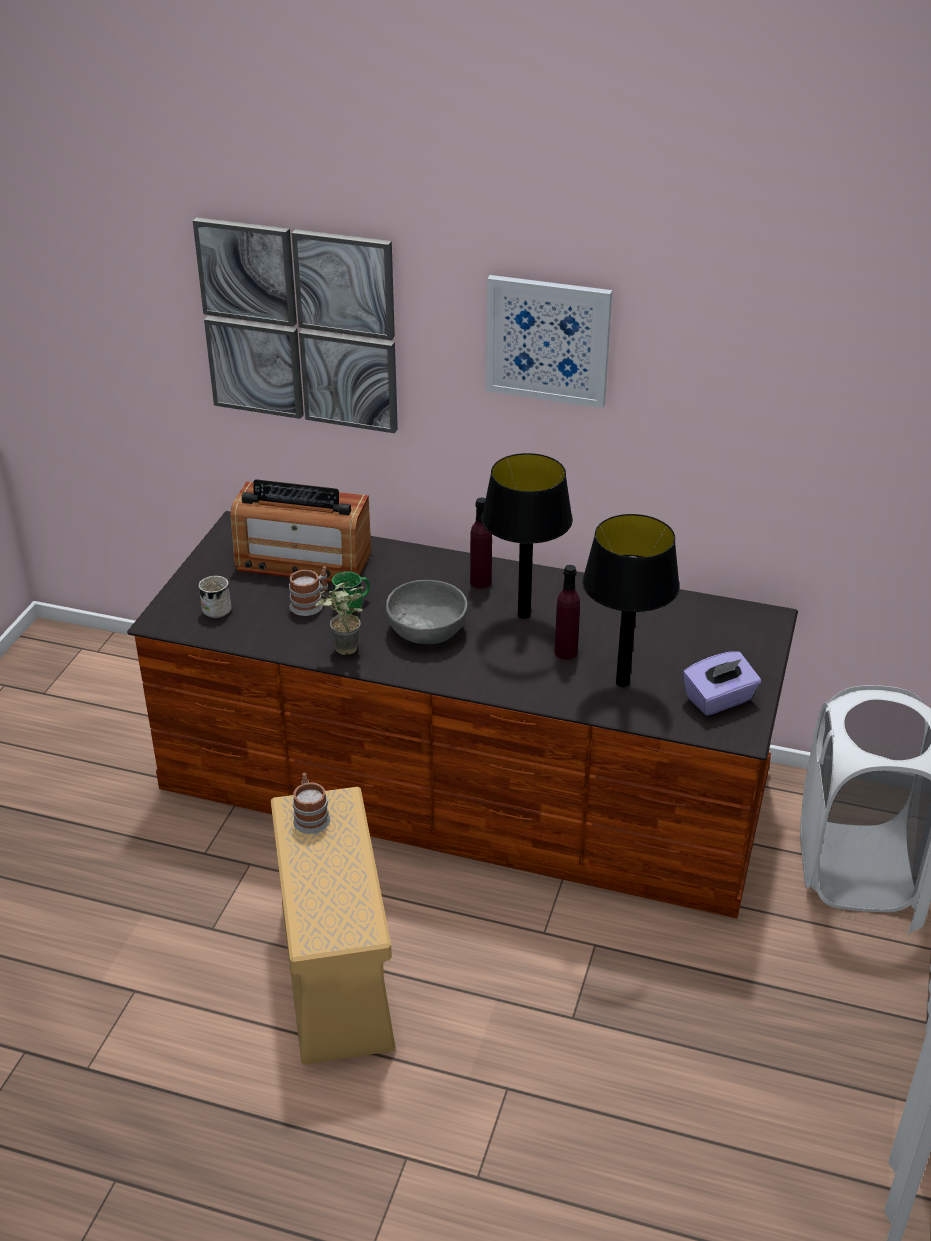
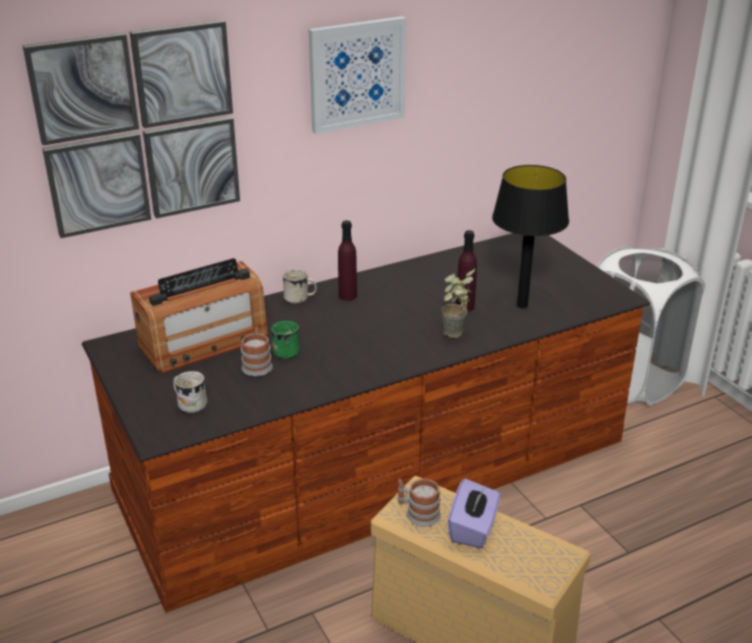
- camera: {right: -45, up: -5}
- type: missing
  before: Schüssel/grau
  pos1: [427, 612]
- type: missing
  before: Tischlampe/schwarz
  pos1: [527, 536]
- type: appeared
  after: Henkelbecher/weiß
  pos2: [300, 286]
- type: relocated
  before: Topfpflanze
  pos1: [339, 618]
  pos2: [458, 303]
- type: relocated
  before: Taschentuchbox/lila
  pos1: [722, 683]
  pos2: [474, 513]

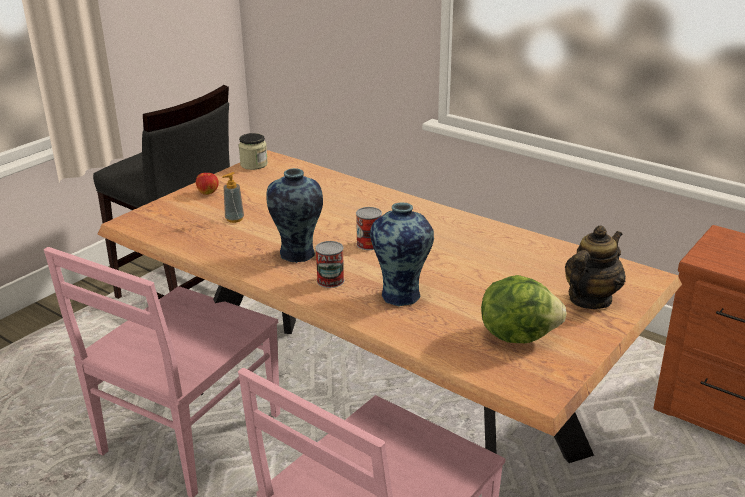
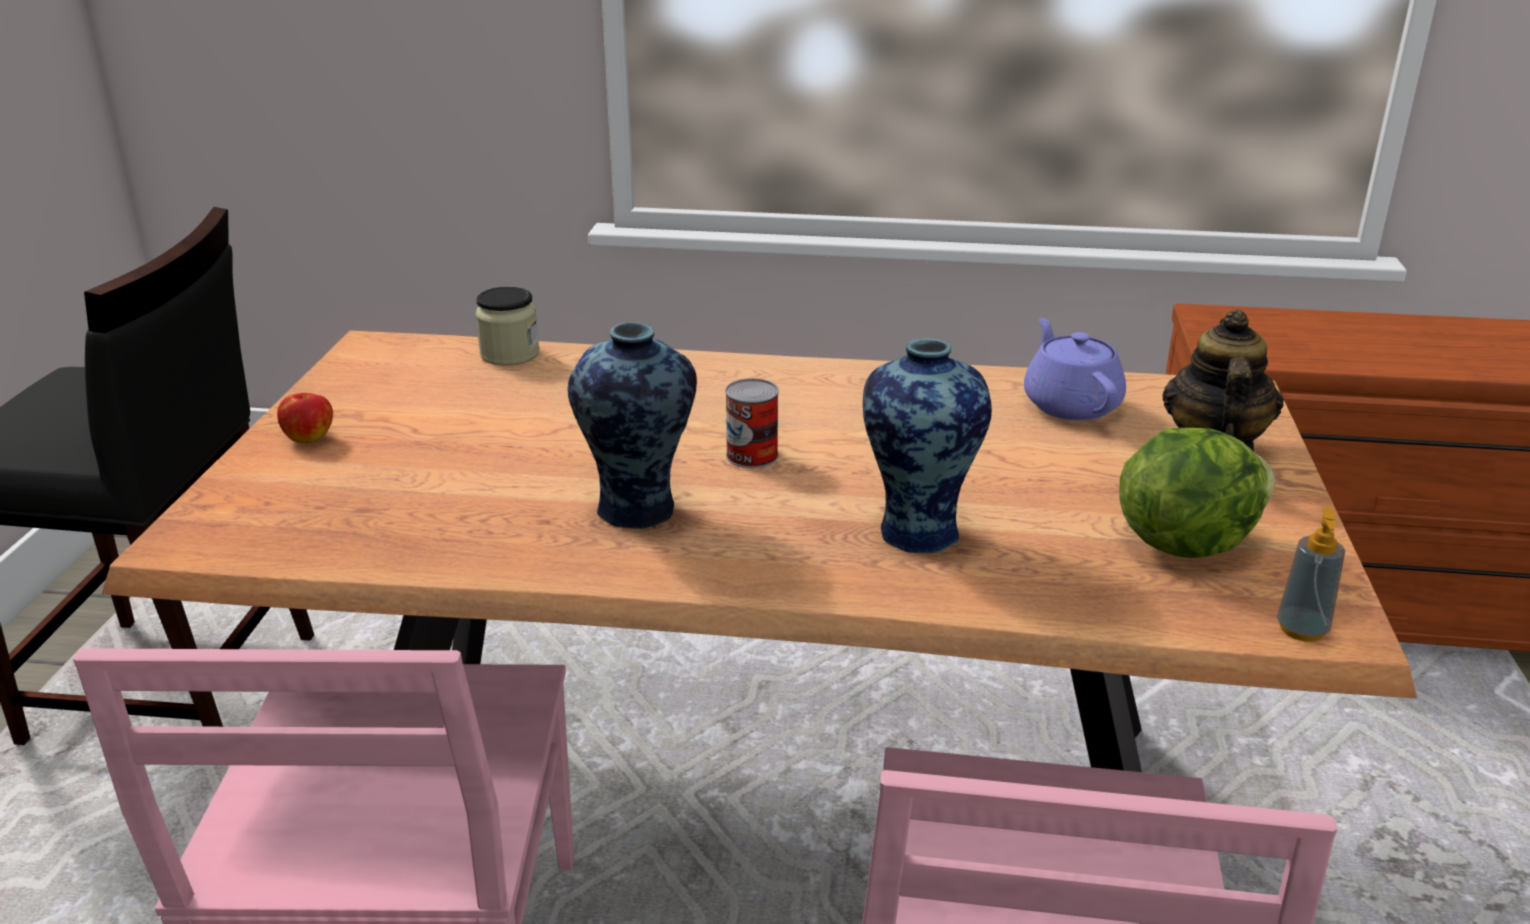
- camera: {right: -30, up: 0}
- type: missing
  before: Dose
  pos1: [329, 264]
- type: appeared
  after: Teekanne/lila
  pos2: [1075, 369]
- type: relocated
  before: Seifenspender
  pos1: [233, 197]
  pos2: [1311, 574]
- type: relocated
  before: Vorratsglas
  pos1: [253, 151]
  pos2: [507, 326]

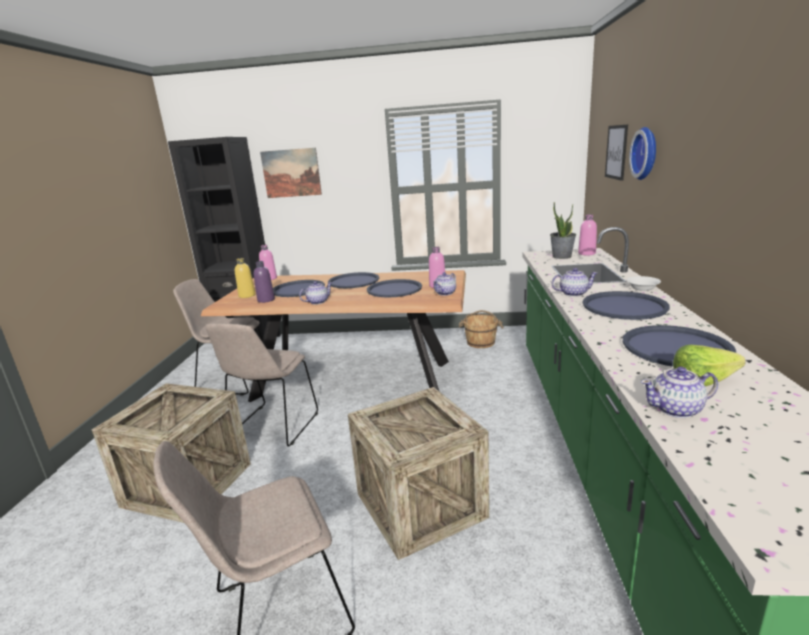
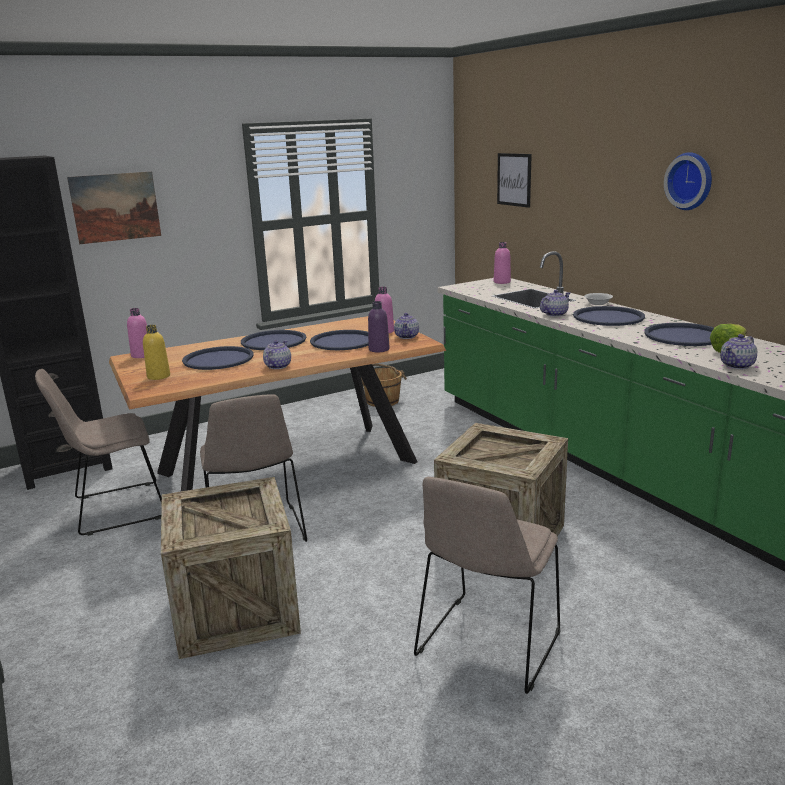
- camera: {right: -35, up: 0}
- type: missing
  before: Topfpflanze
  pos1: [563, 230]
- type: relocated
  before: Flasche/lila
  pos1: [264, 282]
  pos2: [379, 326]
- type: relocated
  before: Wanduhr
  pos1: [642, 153]
  pos2: [688, 181]

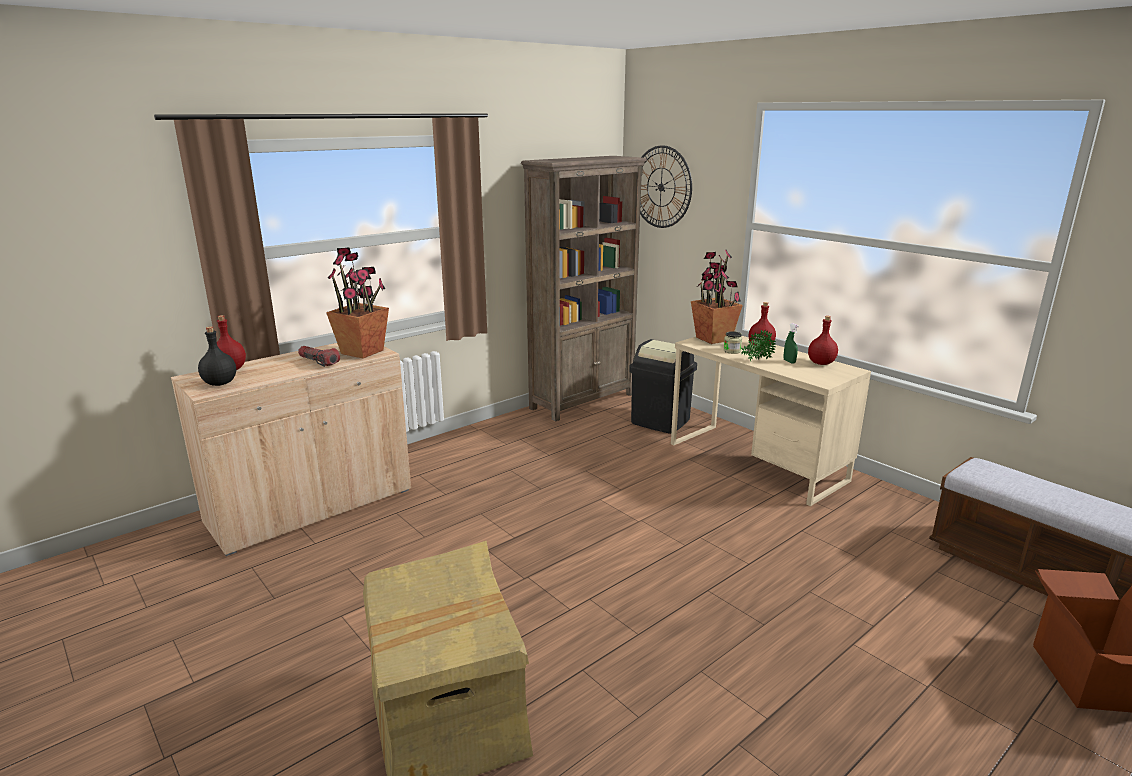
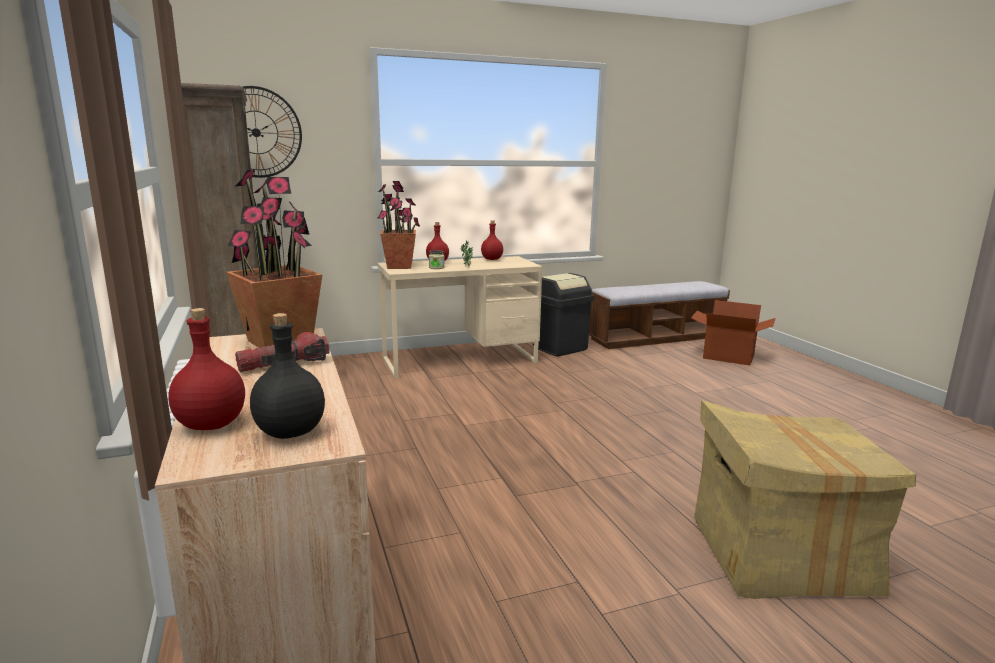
- camera: {right: -70, up: -5}
- type: missing
  before: Sprühflasche/grün
  pos1: [791, 343]
- type: relocated
  before: Mülleimer/schwarz
  pos1: [663, 386]
  pos2: [563, 314]

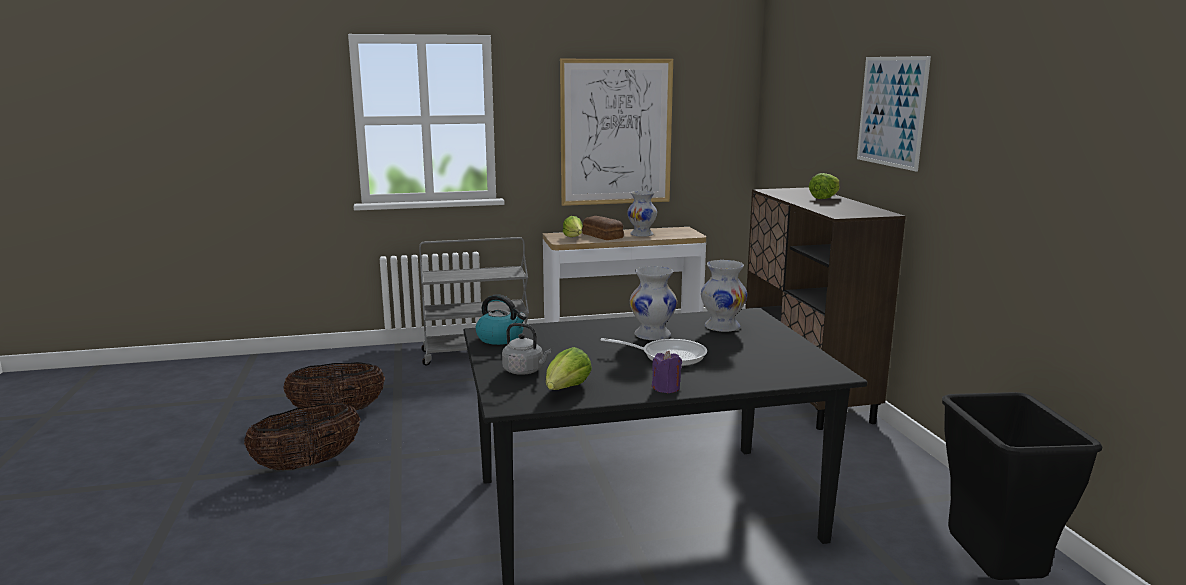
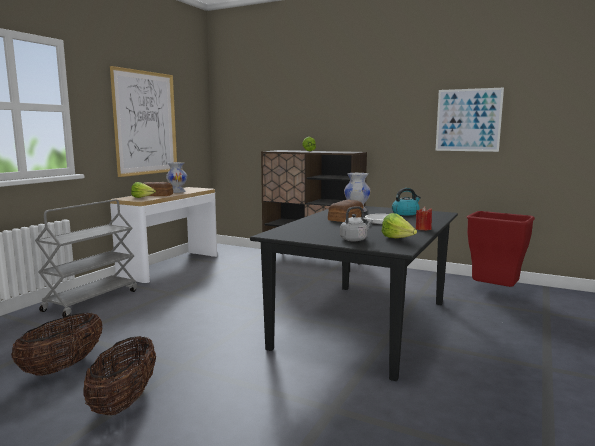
- camera: {right: -50, up: -5}
- type: relocated
  before: Wasserkessel
  pos1: [501, 319]
  pos2: [406, 201]
- type: relocated
  before: Bild
  pos1: [894, 113]
  pos2: [469, 120]
- type: exchanged
  before: Vase/weiß
  after: Brot
  pos1: [653, 303]
  pos2: [346, 210]
- type: colour
  before: Kerze/lila
  after: Kerze/rot
  pos1: [667, 372]
  pos2: [424, 218]
- type: colour
  before: Mülleimer/schwarz
  after: Mülleimer/rot
  pos1: [1022, 486]
  pos2: [501, 249]

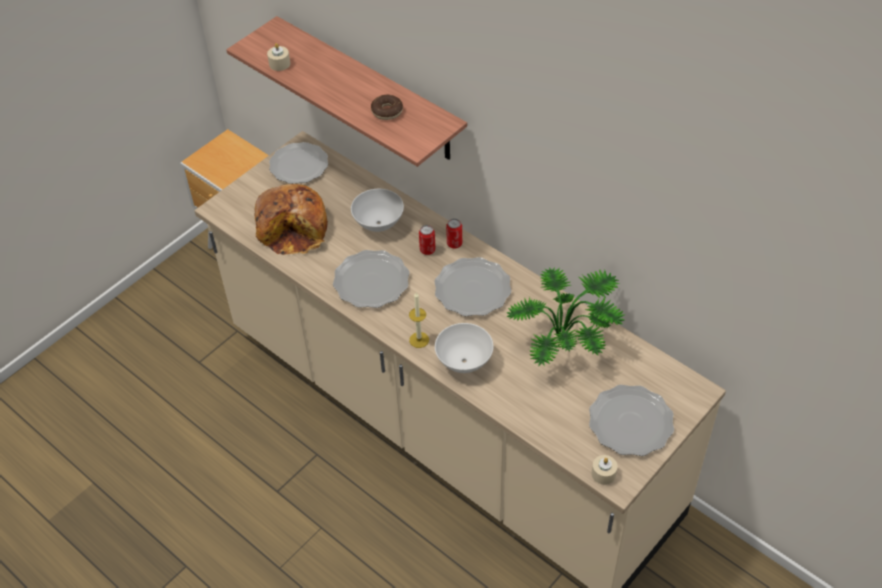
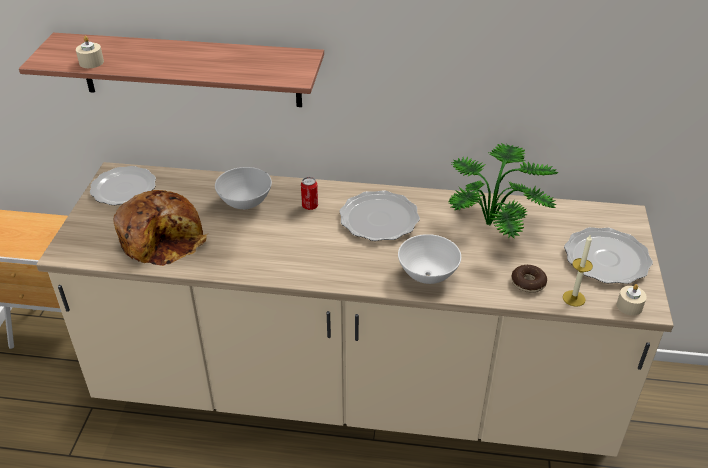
- camera: {right: -35, up: -10}
- type: missing
  before: Teller
  pos1: [371, 279]
- type: missing
  before: Dose
  pos1: [454, 233]
- type: relocated
  before: Donut
  pos1: [387, 107]
  pos2: [529, 279]
- type: relocated
  before: Kerze
  pos1: [419, 320]
  pos2: [578, 270]

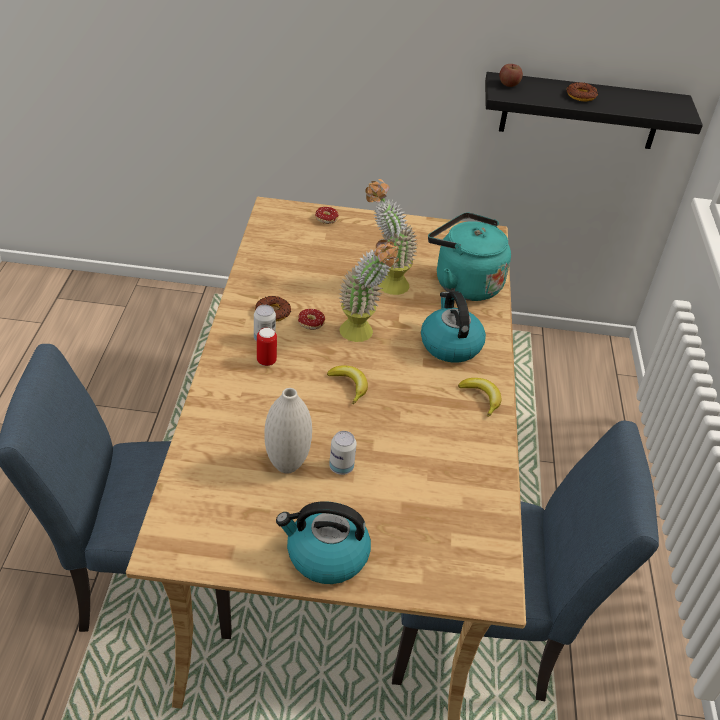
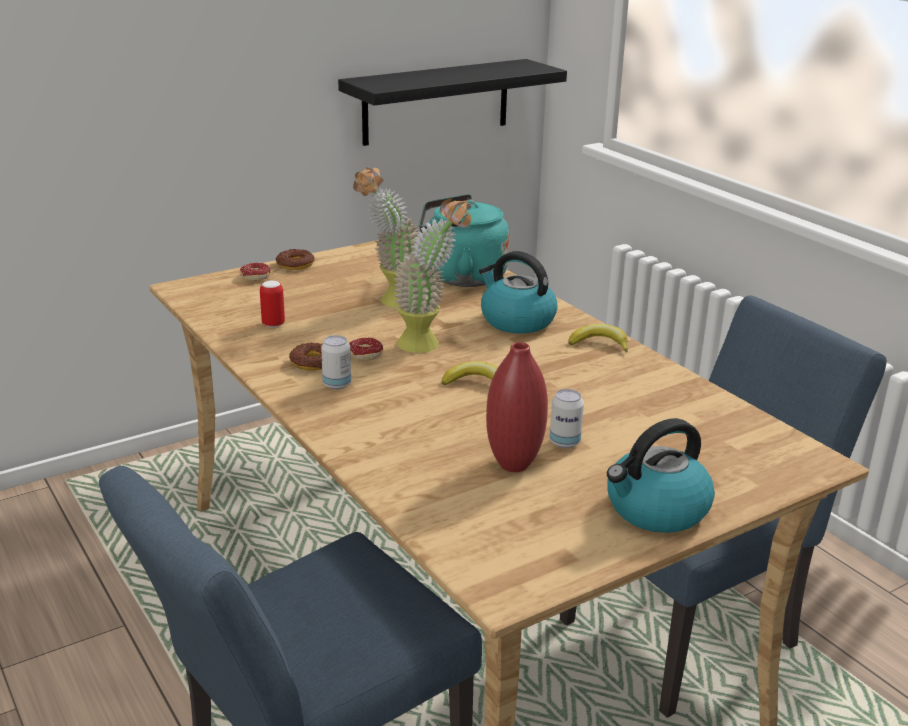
- camera: {right: -35, up: -15}
- type: missing
  before: Apfel
  pos1: [511, 75]
- type: relocated
  before: Dose
  pos1: [267, 347]
  pos2: [272, 304]
- type: relocated
  before: Donut
  pos1: [582, 92]
  pos2: [295, 259]
- type: colour
  before: Vase/weiß
  after: Vase/rot
  pos1: [288, 431]
  pos2: [517, 407]

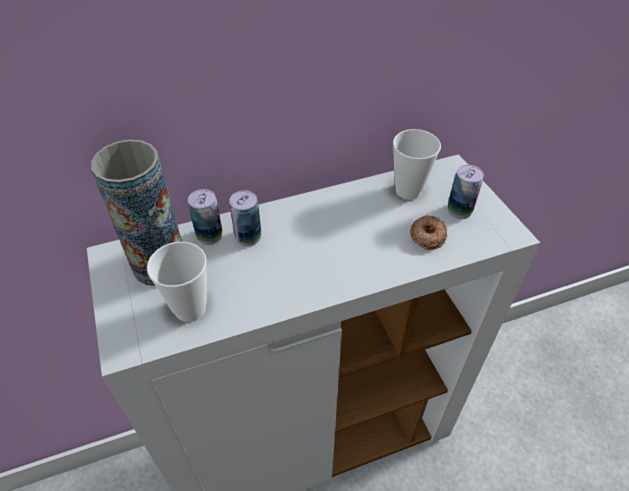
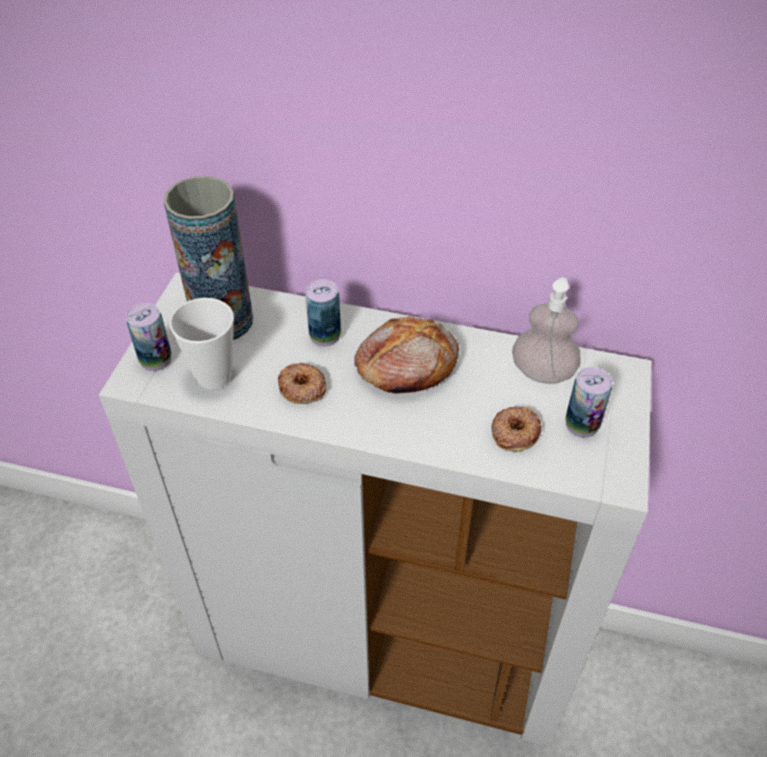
- camera: {right: 35, up: 0}
- type: appeared
  after: Donut
  pos2: [302, 383]
- type: appeared
  after: Brot
  pos2: [406, 354]
- type: relocated
  before: Dose
  pos1: [205, 217]
  pos2: [149, 337]
- type: exchanged
  before: Tasse
  after: Seifenspender
  pos1: [417, 164]
  pos2: [546, 330]

